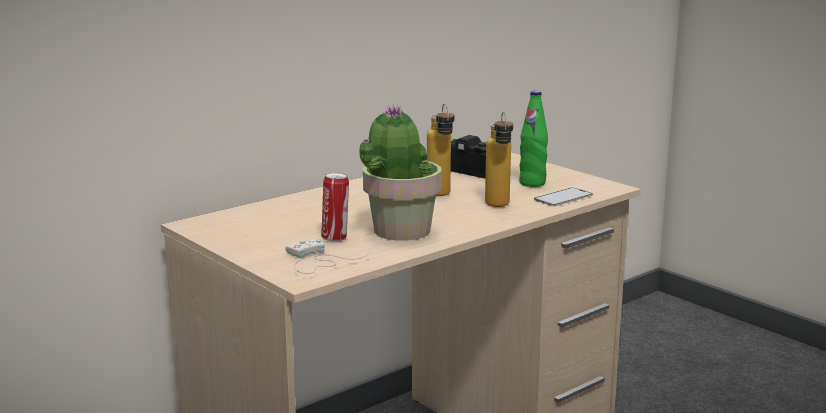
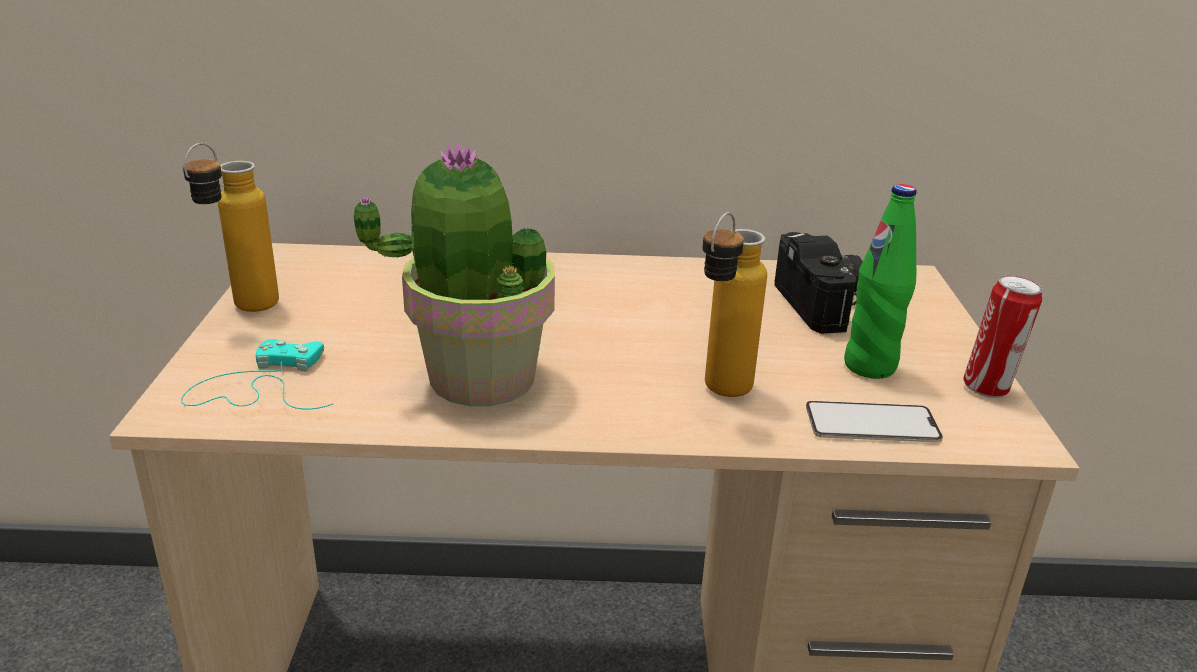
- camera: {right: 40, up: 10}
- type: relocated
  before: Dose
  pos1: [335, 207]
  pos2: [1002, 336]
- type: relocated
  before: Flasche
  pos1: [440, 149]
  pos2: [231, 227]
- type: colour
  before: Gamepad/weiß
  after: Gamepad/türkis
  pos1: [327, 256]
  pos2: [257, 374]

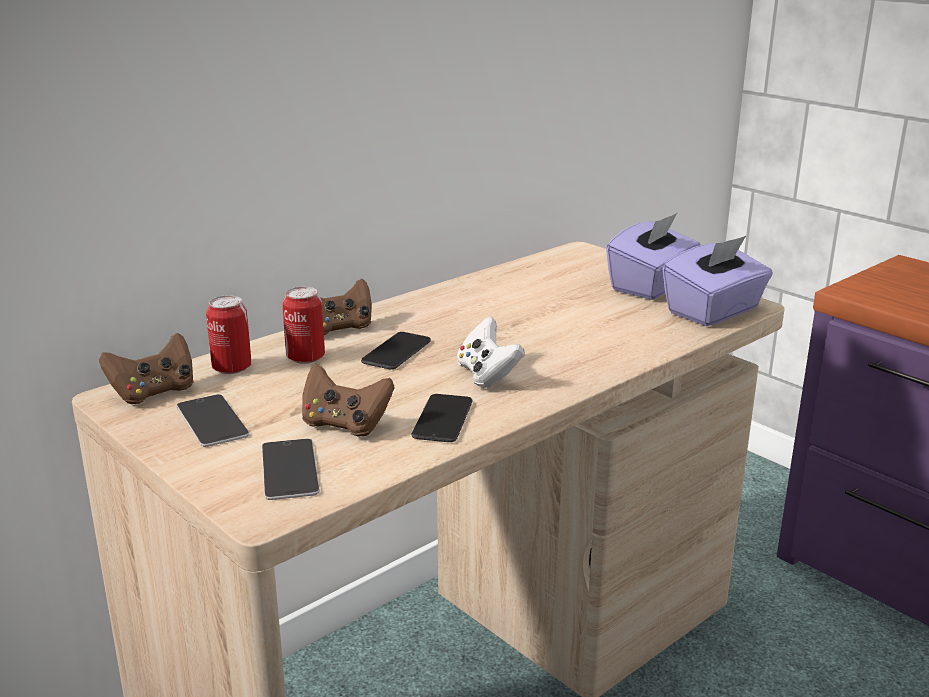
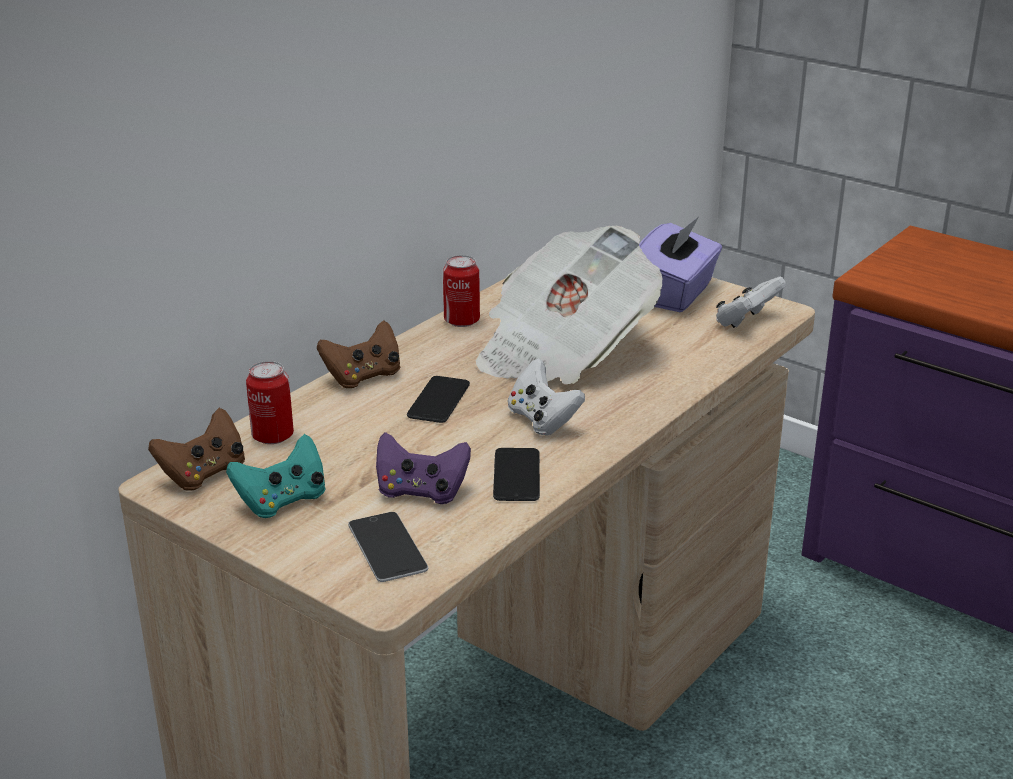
- camera: {right: -10, up: 5}
- type: appeared
  after: Zeitung
  pos2: [569, 305]
- type: relocated
  before: Dose
  pos1: [303, 325]
  pos2: [461, 291]
- type: exchanged
  before: Handy
  after: Gamepad/türkis
  pos1: [213, 420]
  pos2: [276, 476]
- type: exchanged
  before: Taschentuchbox/lila
  after: Gamepad/weiß
  pos1: [717, 281]
  pos2: [751, 302]
- type: colour
  before: Gamepad/braun
  after: Gamepad/lila
  pos1: [348, 400]
  pos2: [423, 468]

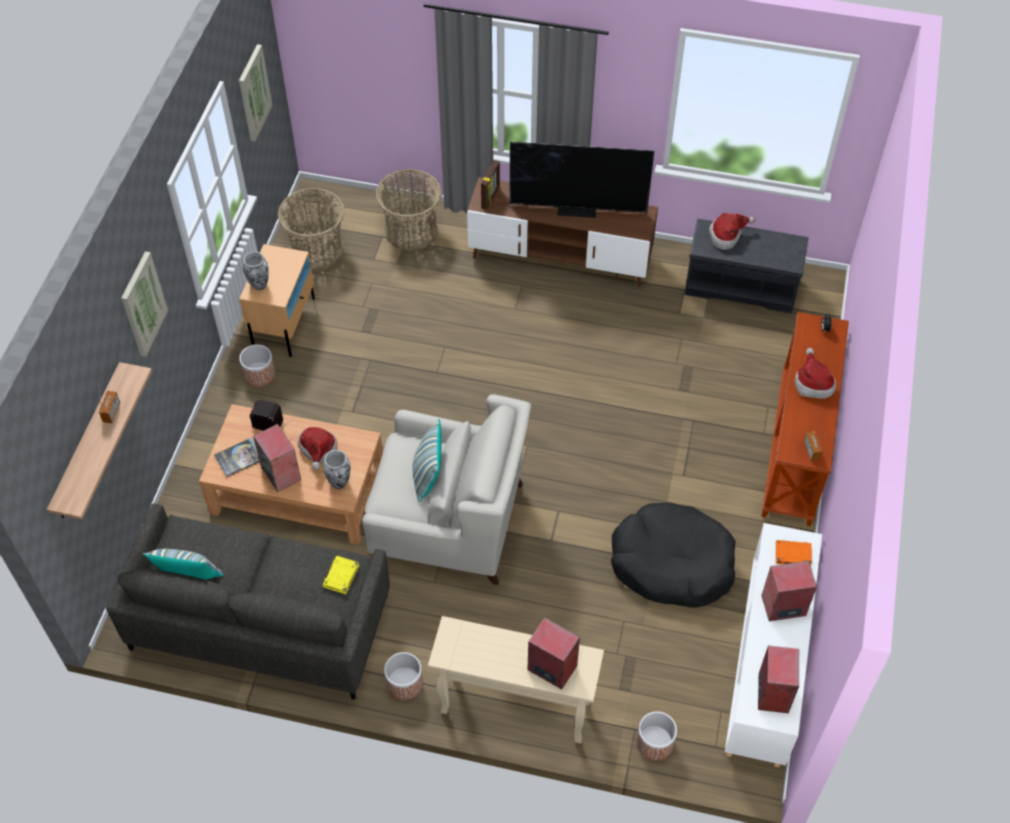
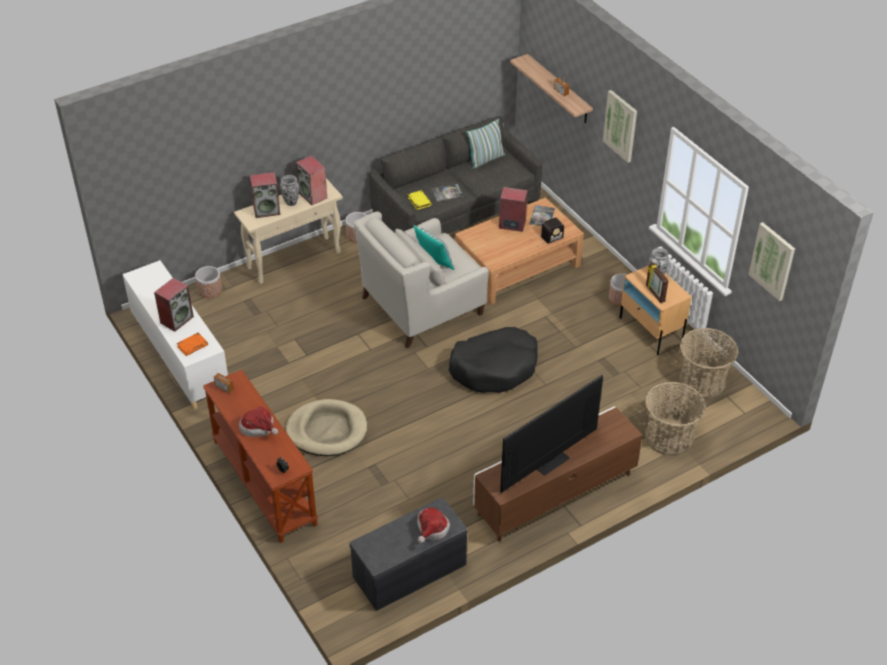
- camera: {right: 135, up: -10}
- type: missing
  before: Hut
  pos1: [317, 448]
- type: appeared
  after: Hundebett/beige
  pos2: [326, 427]
- type: appeared
  after: Buch
  pos2: [447, 193]
- type: relocated
  before: Vase
  pos1: [336, 469]
  pos2: [289, 190]
- type: relocated
  before: Bilderrahmen
  pos1: [490, 184]
  pos2: [657, 282]
- type: relocated
  before: Hundebett/schwarz
  pos1: [673, 555]
  pos2: [493, 360]
- type: relocated
  before: Lautsprecher
  pos1: [778, 679]
  pos2: [311, 180]

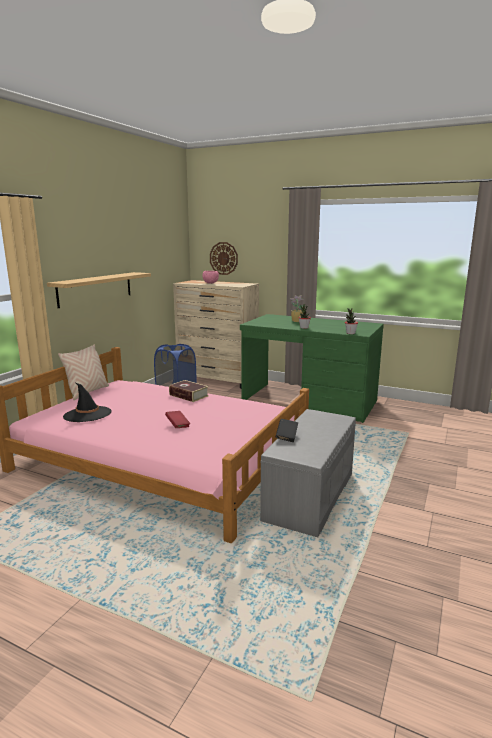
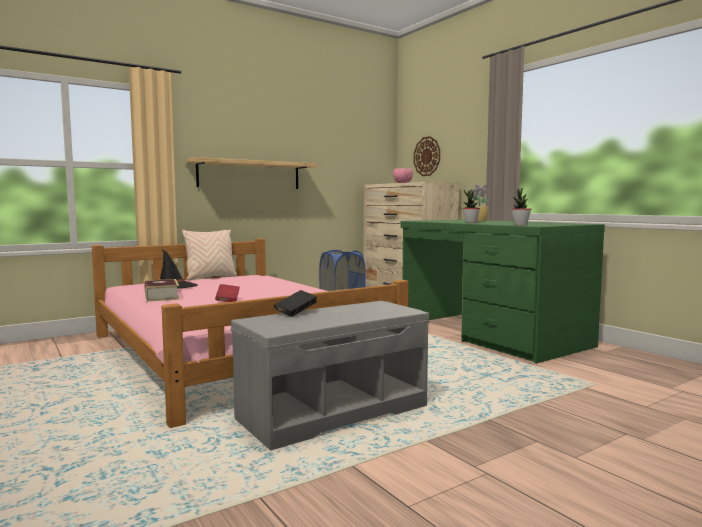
- camera: {right: 30, up: -10}
- type: relocated
  before: Buch
  pos1: [189, 391]
  pos2: [162, 290]

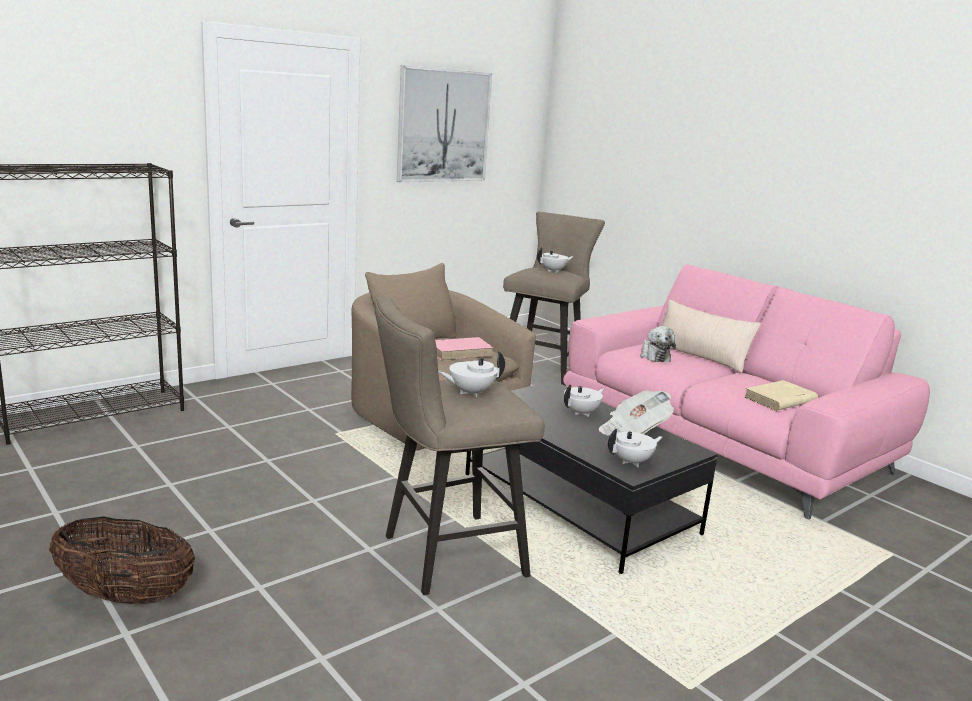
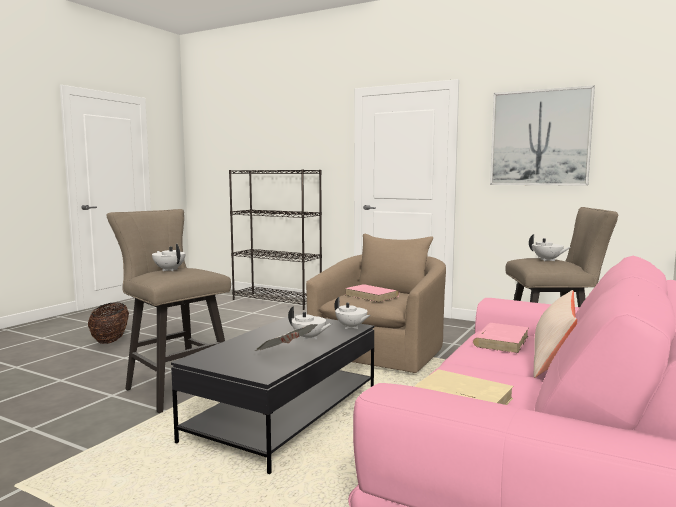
- camera: {right: 70, up: -10}
- type: relocated
  before: Teekanne/weiß
  pos1: [635, 448]
  pos2: [352, 313]
- type: exchanged
  before: Plüschtier
  after: Buch/rosa
  pos1: [658, 344]
  pos2: [501, 338]

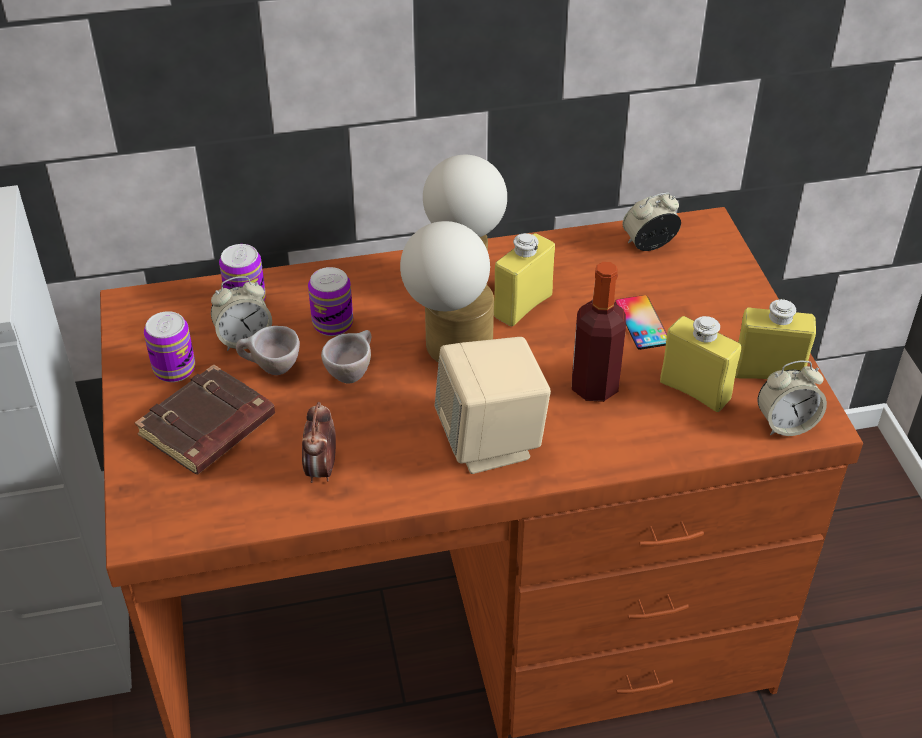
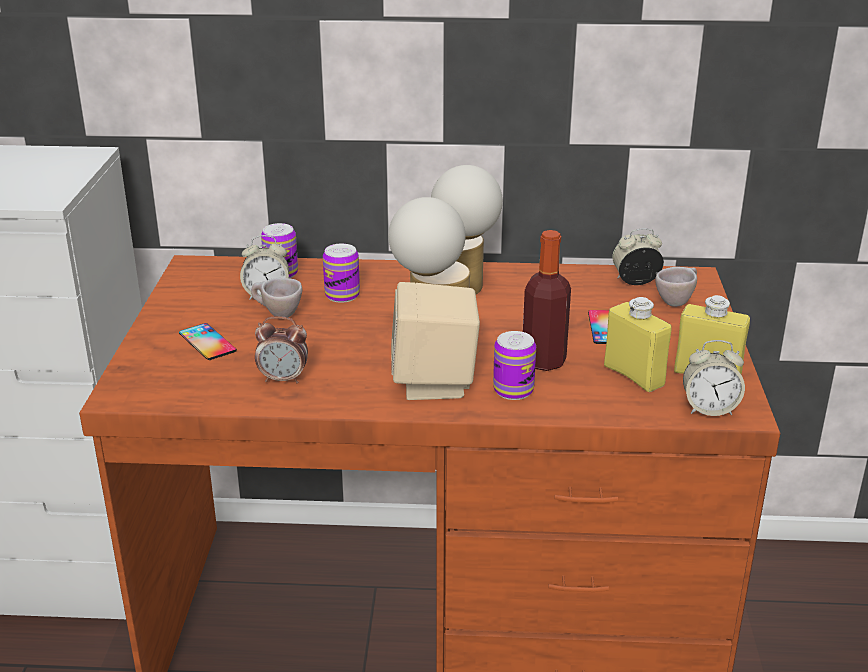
- camera: {right: 15, up: -15}
- type: missing
  before: Flasche/gelb
  pos1: [524, 280]
- type: relocated
  before: Dose
  pos1: [169, 346]
  pos2: [514, 365]
- type: relocated
  before: Tasse/beige
  pos1: [346, 356]
  pos2: [676, 287]
- type: exchanged
  before: Buch/braun
  after: Handy
  pos1: [205, 419]
  pos2: [208, 341]
- type: spun
  before: Wecker
  pos1: [319, 442]
  pos2: [281, 350]
  turn: -105

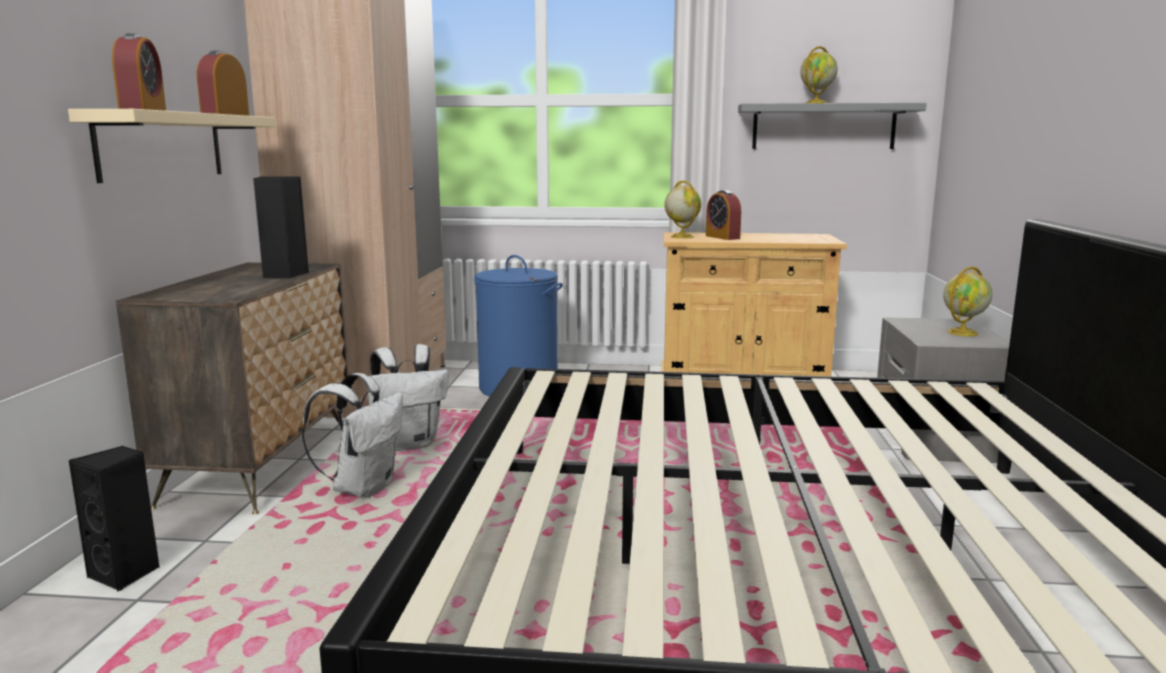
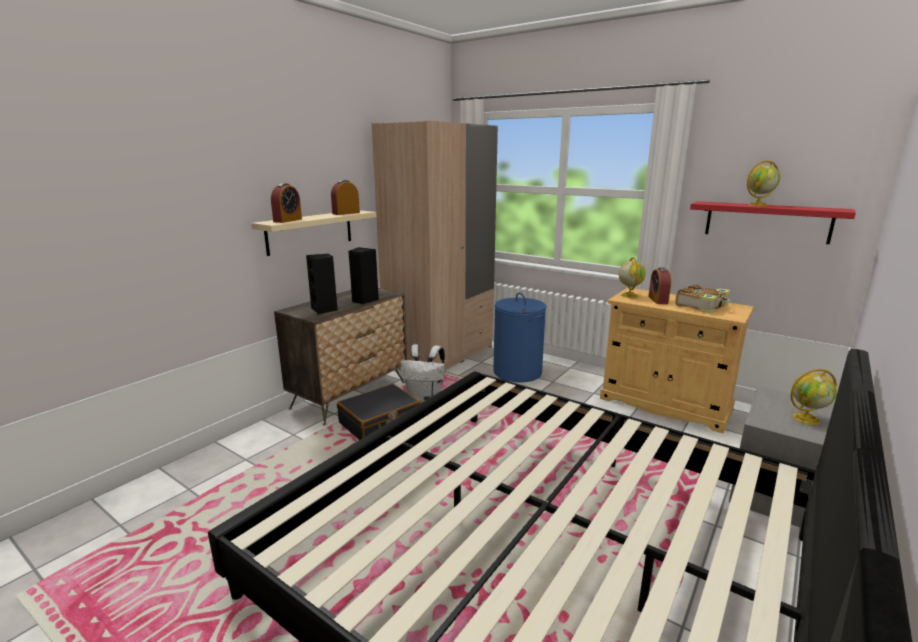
- camera: {right: 30, up: 5}
- type: appeared
  after: Buch
  pos2: [703, 299]
- type: relocated
  before: Lautsprecher/schwarz
  pos1: [114, 519]
  pos2: [322, 284]
- type: exchanged
  before: Rucksack/weiß
  after: Koffer/schwarz
  pos1: [352, 435]
  pos2: [379, 412]
- type: colour
  before: Wandregal/grau
  after: Wandregal/rot
  pos1: [832, 126]
  pos2: [773, 222]

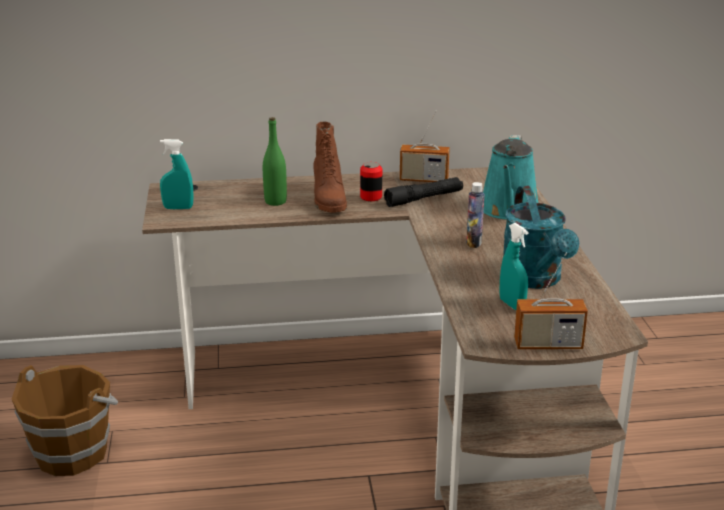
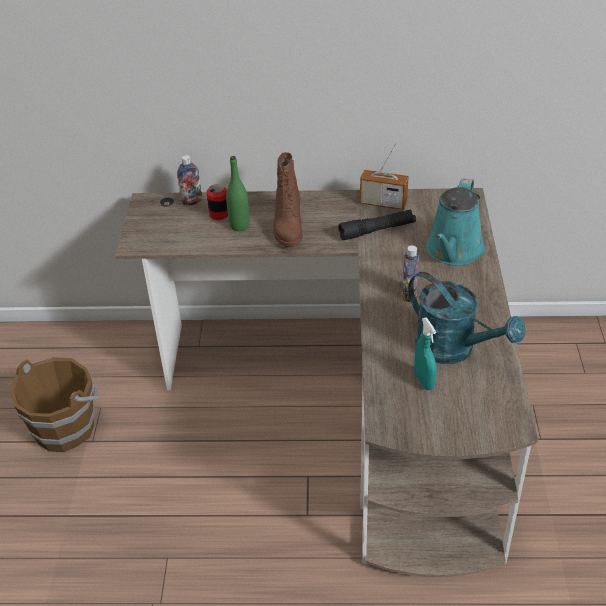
- camera: {right: 10, up: 15}
- type: missing
  before: Sprühflasche/türkis
  pos1: [177, 174]
- type: missing
  before: Radio
  pos1: [551, 301]
- type: appeared
  after: Flasche
  pos2: [189, 180]
- type: relocated
  before: Dose
  pos1: [371, 181]
  pos2: [217, 202]
- type: spun
  before: Gießkanne/türkis
  pos1: [541, 237]
  pos2: [467, 318]
  turn: -45

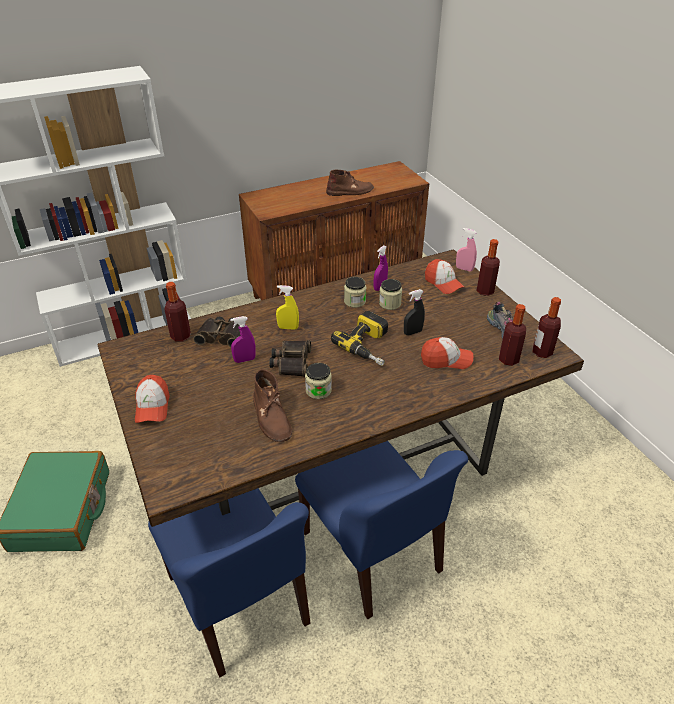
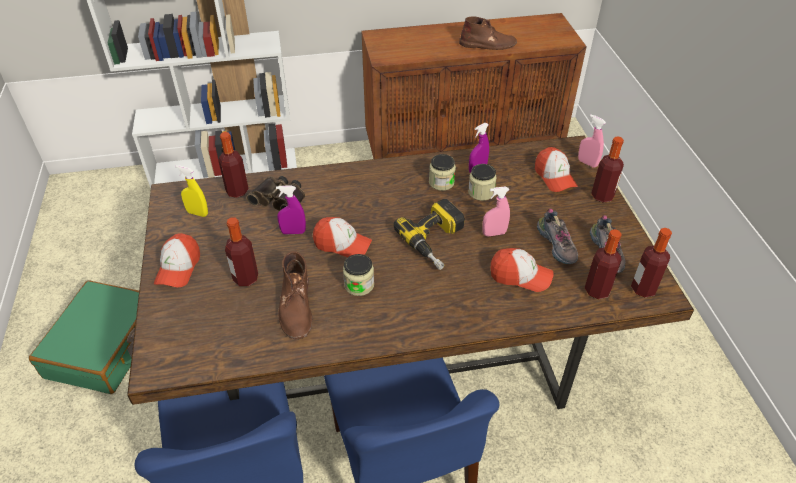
- camera: {right: 15, up: 5}
- type: appeared
  after: Flasche
  pos2: [241, 251]
- type: appeared
  after: Schuh
  pos2: [557, 236]
- type: relocated
  before: Sprühflasche/gelb
  pos1: [287, 307]
  pos2: [191, 191]
- type: exchanged
  before: Fernglas
  after: Kappe
  pos1: [290, 358]
  pos2: [342, 237]
- type: colour
  before: Sprühflasche/schwarz
  after: Sprühflasche/rosa
  pos1: [414, 312]
  pos2: [496, 211]

